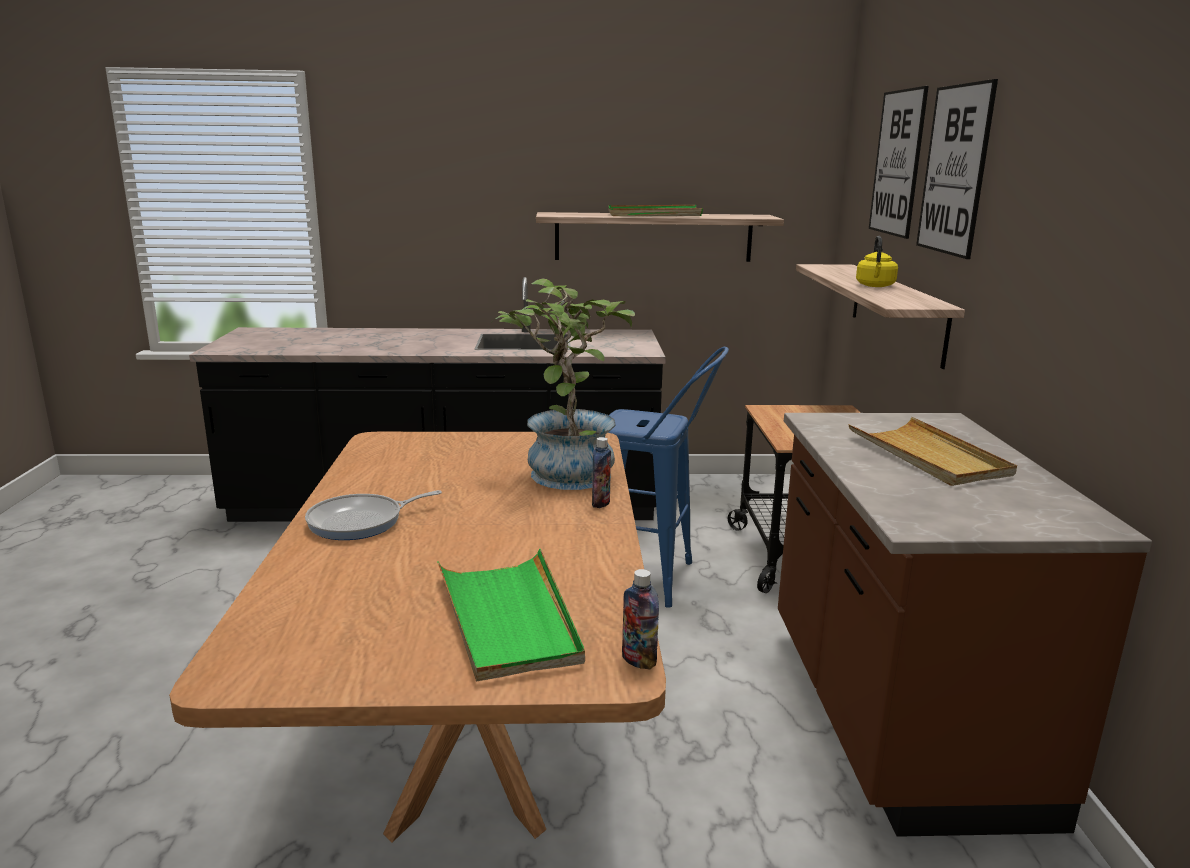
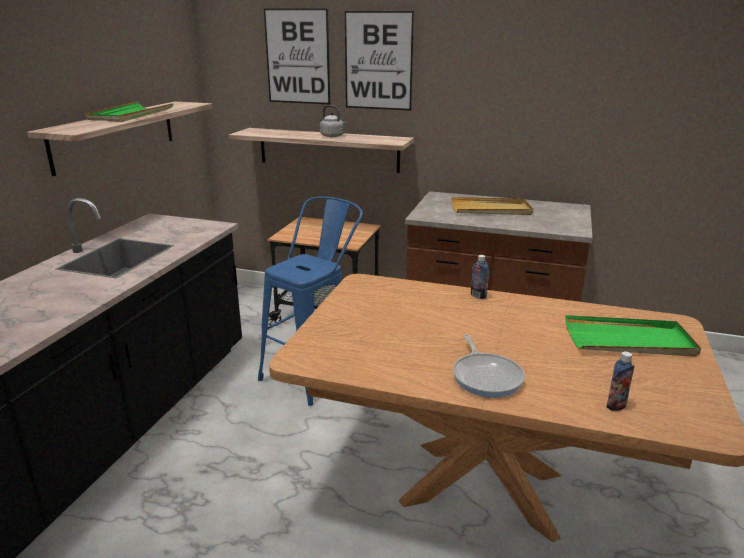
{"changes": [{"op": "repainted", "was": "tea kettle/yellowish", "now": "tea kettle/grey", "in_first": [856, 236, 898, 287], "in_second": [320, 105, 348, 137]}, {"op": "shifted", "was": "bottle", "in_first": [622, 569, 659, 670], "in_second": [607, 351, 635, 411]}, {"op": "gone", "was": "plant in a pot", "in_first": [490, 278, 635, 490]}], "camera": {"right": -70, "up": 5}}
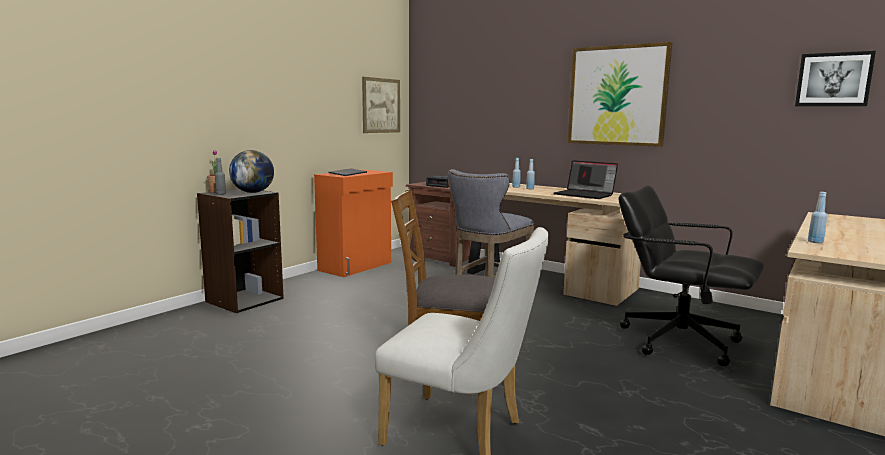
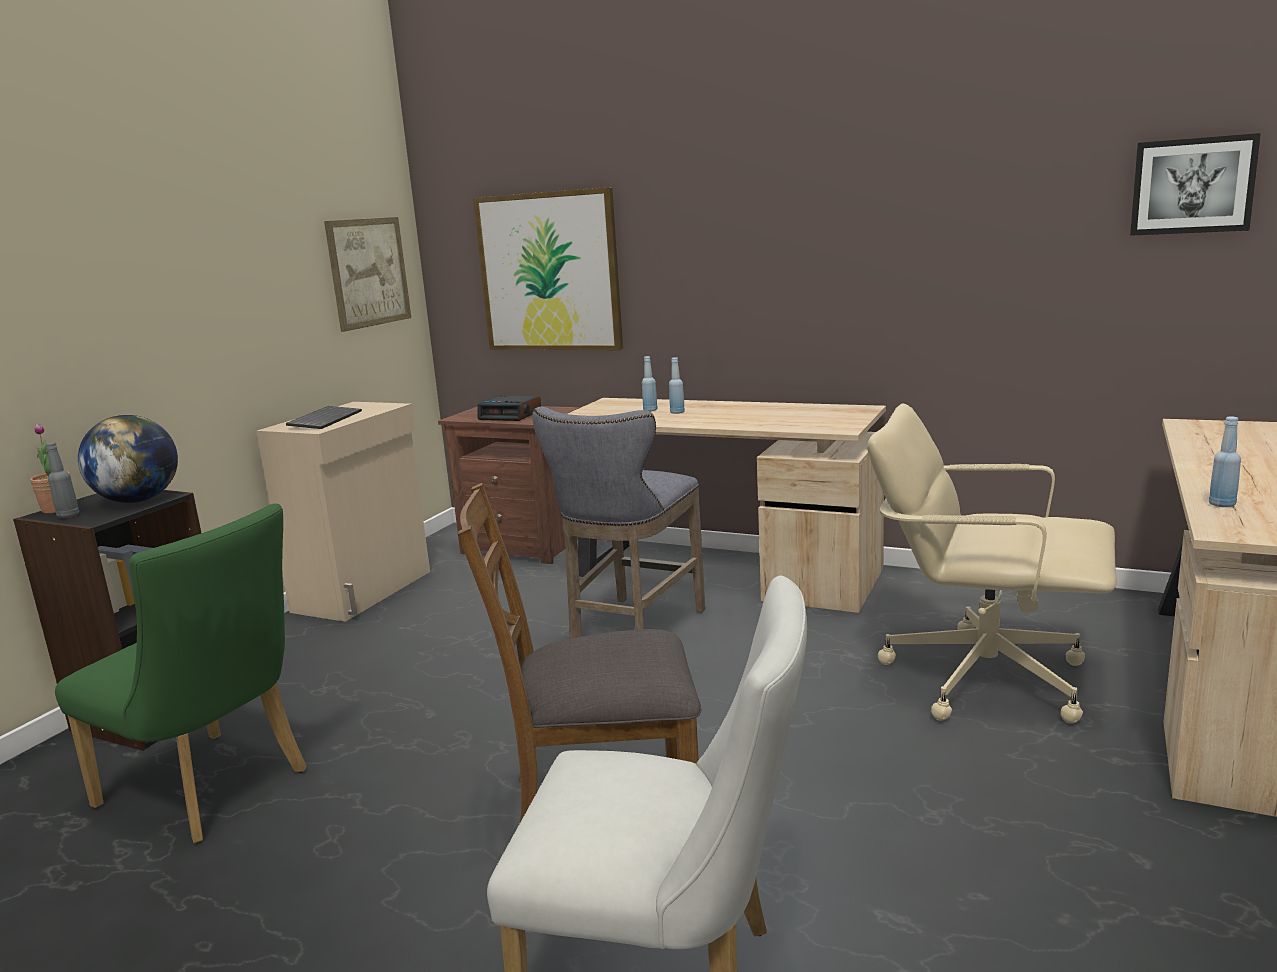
{"changes": [{"op": "new", "now": "plain chair/greenish", "in_second": [55, 504, 307, 844]}, {"op": "repainted", "was": "cupboard/orange", "now": "cupboard/beige", "in_first": [314, 170, 393, 277], "in_second": [256, 402, 430, 622]}, {"op": "shifted", "was": "wall picture", "in_first": [568, 42, 673, 147], "in_second": [473, 187, 623, 350]}, {"op": "repainted", "was": "desk chair/black-coloured", "now": "desk chair/beige", "in_first": [618, 185, 764, 366], "in_second": [867, 403, 1117, 723]}, {"op": "gone", "was": "portable computer", "in_first": [554, 160, 618, 199]}], "camera": {"right": -10, "up": 5}}
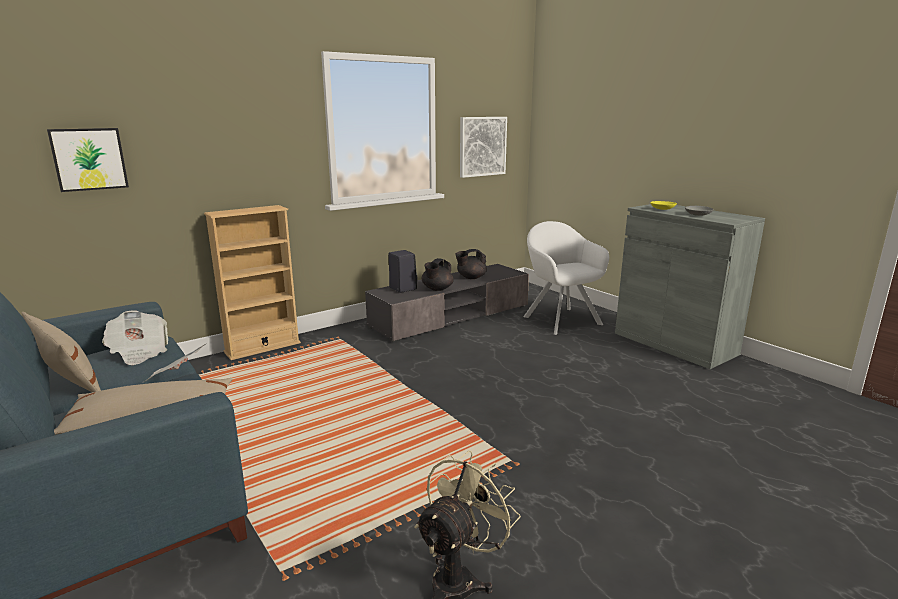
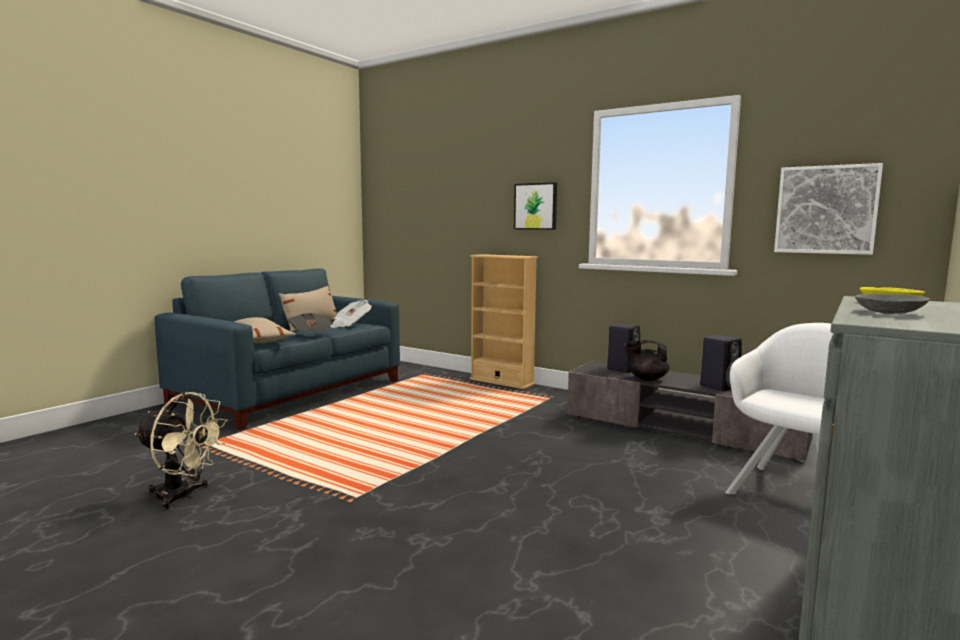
{"changes": [{"op": "shifted", "was": "wall picture", "in_first": [47, 128, 129, 192], "in_second": [514, 182, 557, 230]}, {"op": "swapped", "was": "teapot/black-coloured", "now": "speaker/black-coloured", "in_first": [455, 249, 487, 279], "in_second": [700, 335, 742, 391]}], "camera": {"right": 70, "up": -10}}
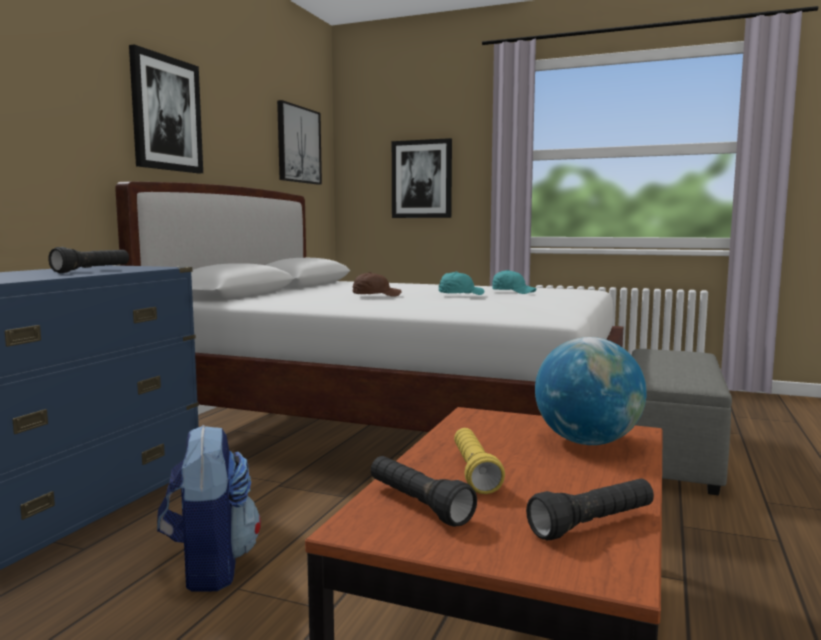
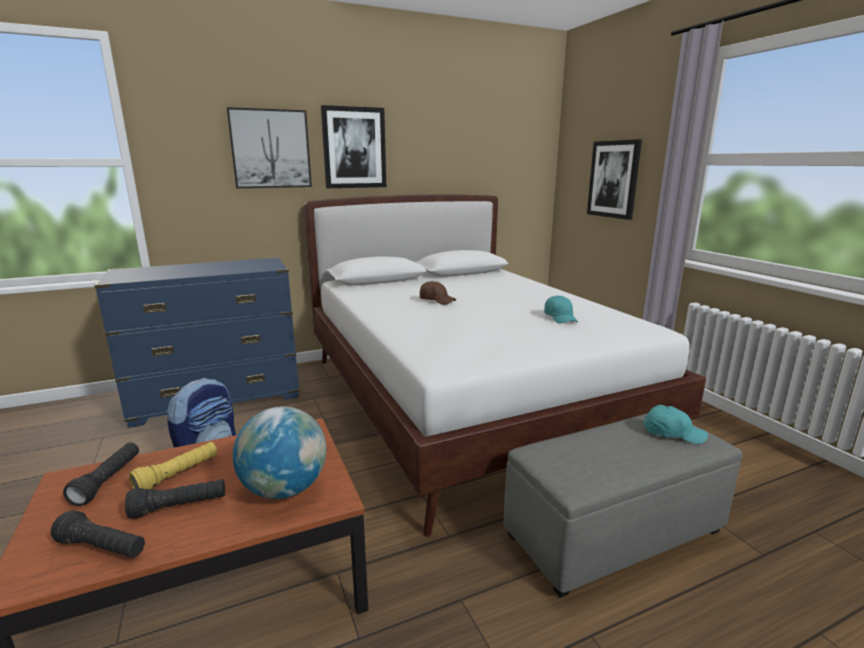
{"changes": [{"op": "shifted", "was": "torch/black-coloured", "in_first": [48, 247, 129, 273], "in_second": [125, 479, 225, 519]}, {"op": "shifted", "was": "wall picture", "in_first": [277, 100, 322, 185], "in_second": [227, 107, 312, 188]}, {"op": "shifted", "was": "cap/turquoise-coloured", "in_first": [439, 271, 485, 295], "in_second": [644, 405, 708, 444]}], "camera": {"right": 45, "up": 10}}
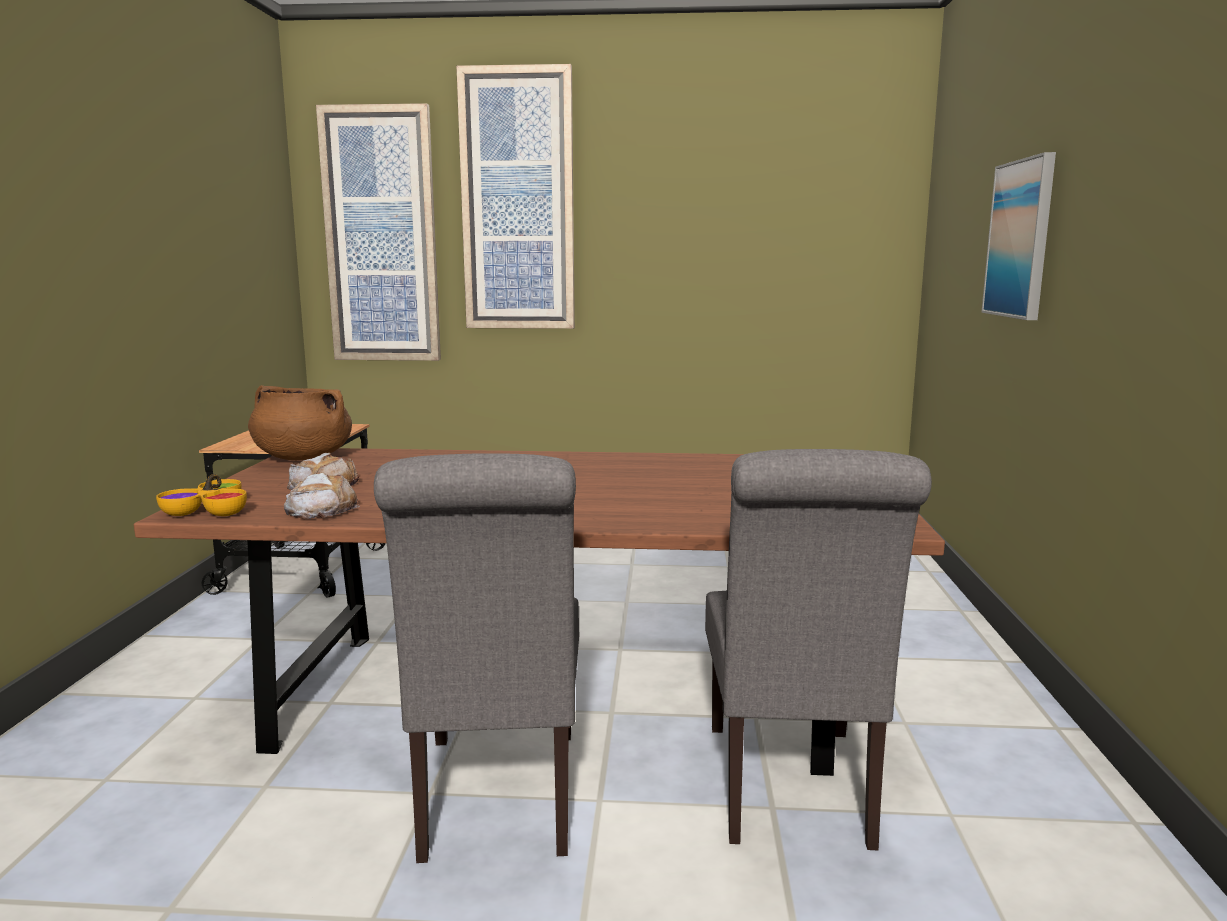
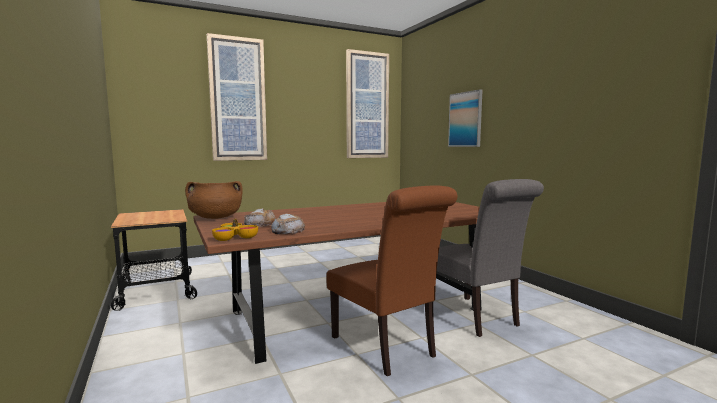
{"changes": [{"op": "repainted", "was": "plain chair/grey", "now": "plain chair/brown", "in_first": [374, 453, 579, 863], "in_second": [326, 185, 457, 376]}, {"op": "shifted", "was": "wall picture", "in_first": [316, 103, 441, 361], "in_second": [346, 49, 389, 158]}], "camera": {"right": -30, "up": -5}}
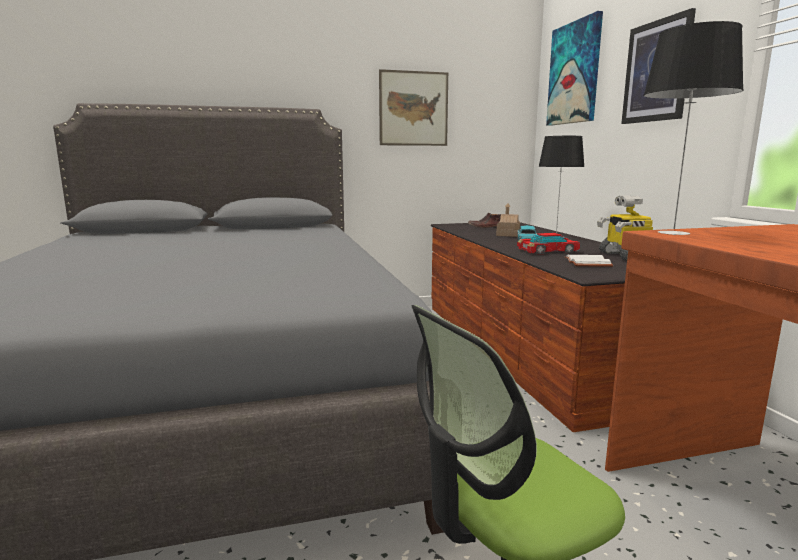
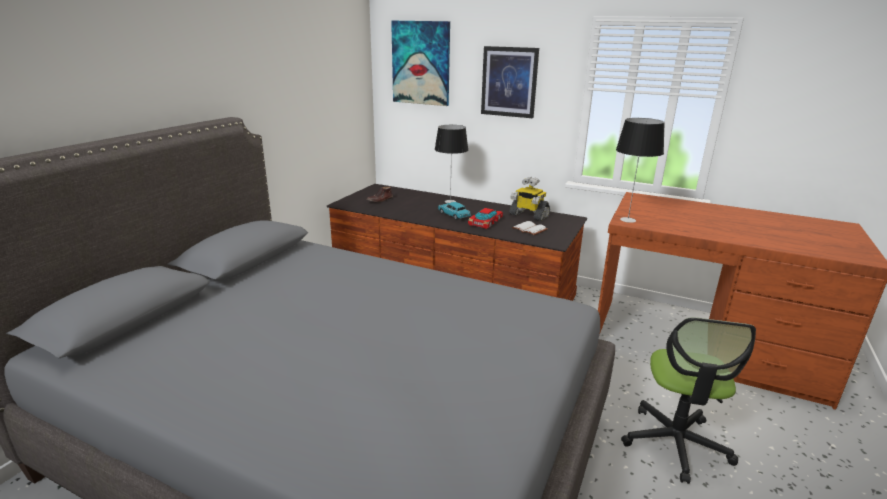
{"changes": [{"op": "gone", "was": "wall picture", "in_first": [379, 69, 448, 146]}, {"op": "gone", "was": "toy house", "in_first": [496, 203, 520, 237]}], "camera": {"right": -50, "up": 10}}
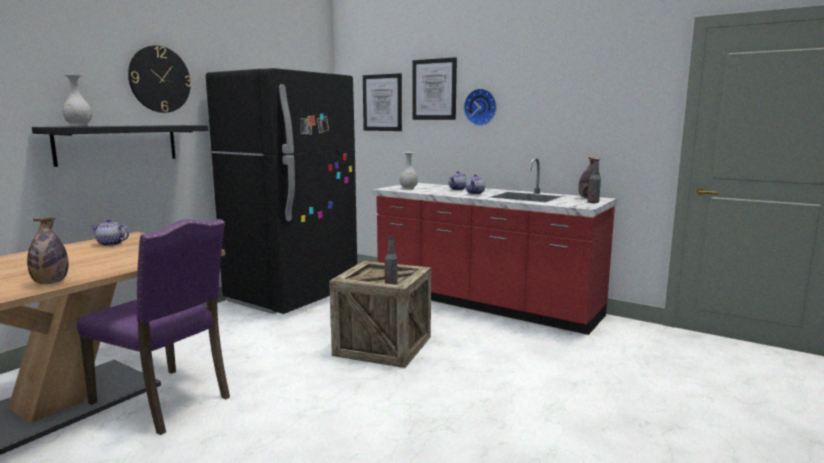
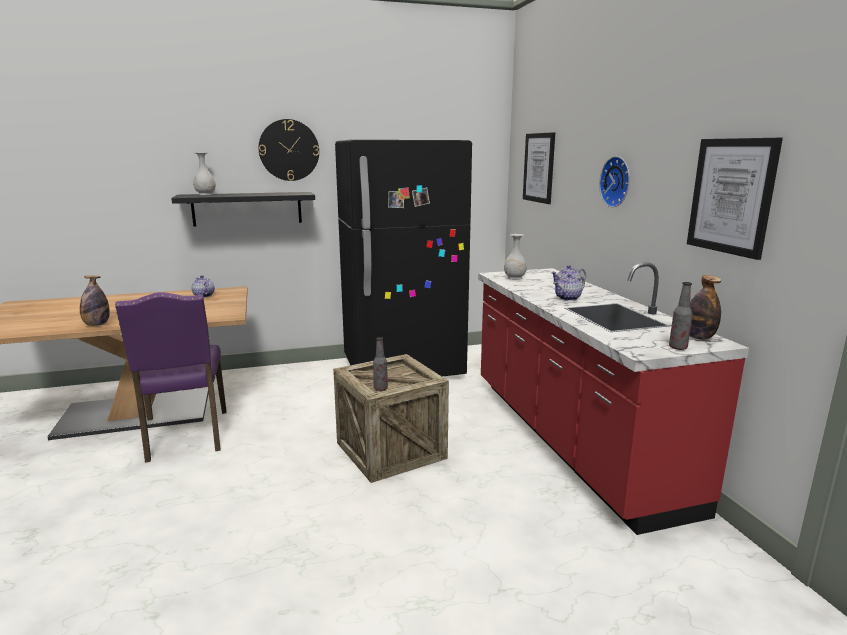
{"changes": [{"op": "shifted", "was": "wall picture", "in_first": [412, 57, 457, 120], "in_second": [687, 138, 783, 260]}], "camera": {"right": 40, "up": 5}}
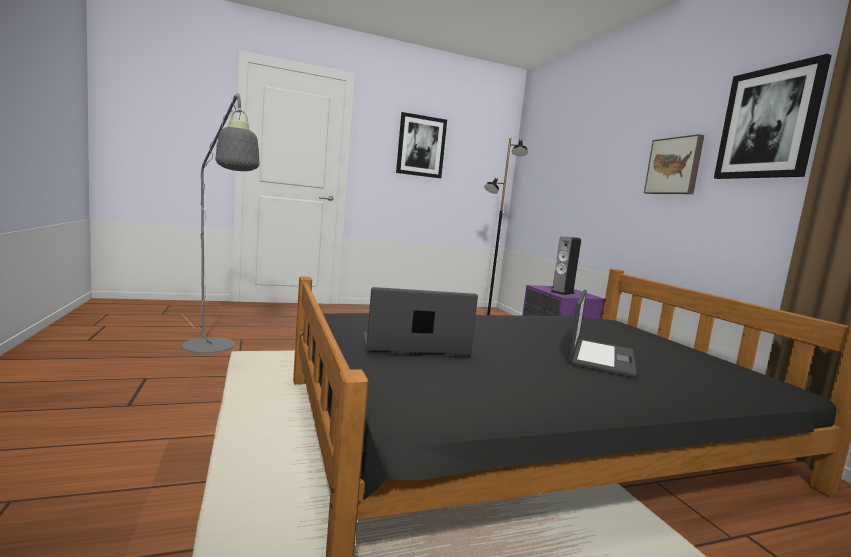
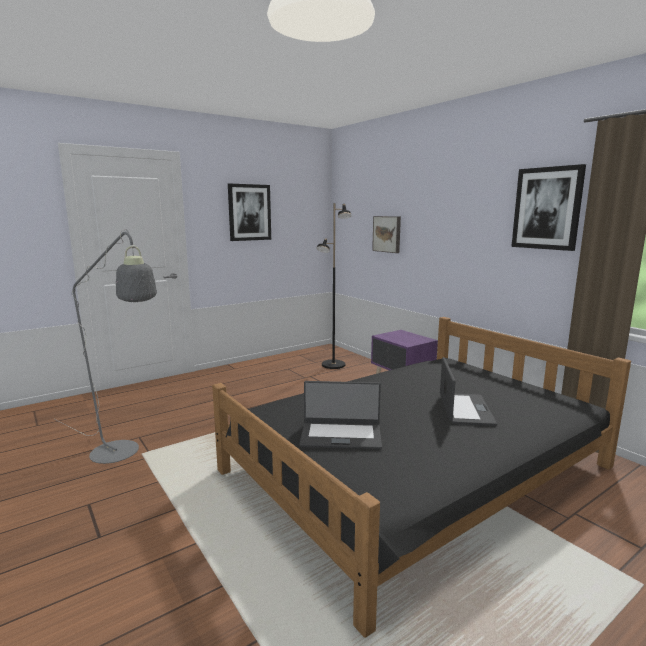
{"changes": [{"op": "rotated", "was": "portable computer", "in_first": [363, 287, 478, 357], "in_second": [299, 381, 382, 450], "clockwise": -150}, {"op": "shifted", "was": "wall picture", "in_first": [644, 134, 704, 194], "in_second": [372, 216, 401, 253]}, {"op": "gone", "was": "speaker", "in_first": [551, 236, 581, 295]}], "camera": {"right": -15, "up": 5}}
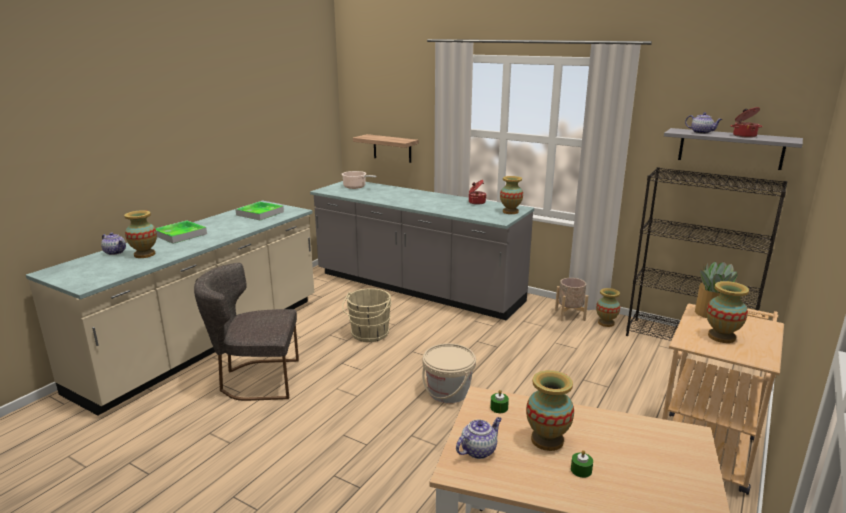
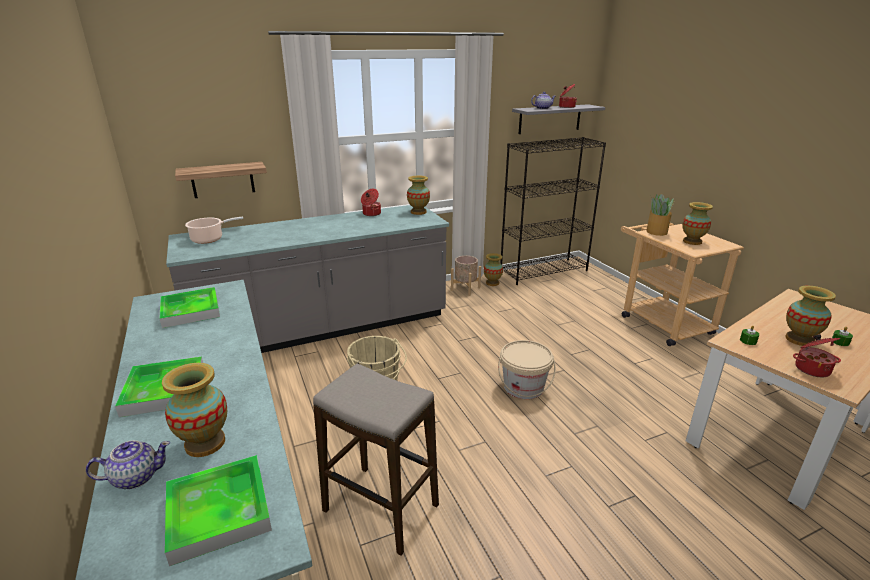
{"changes": [{"op": "new", "now": "tray", "in_second": [165, 455, 272, 566]}, {"op": "swapped", "was": "plain chair/grey", "now": "stool seat", "in_first": [194, 263, 299, 401], "in_second": [313, 364, 439, 555]}, {"op": "swapped", "was": "teapot", "now": "saucepot", "in_first": [456, 417, 502, 459], "in_second": [793, 334, 841, 377]}], "camera": {"right": -55, "up": 5}}
